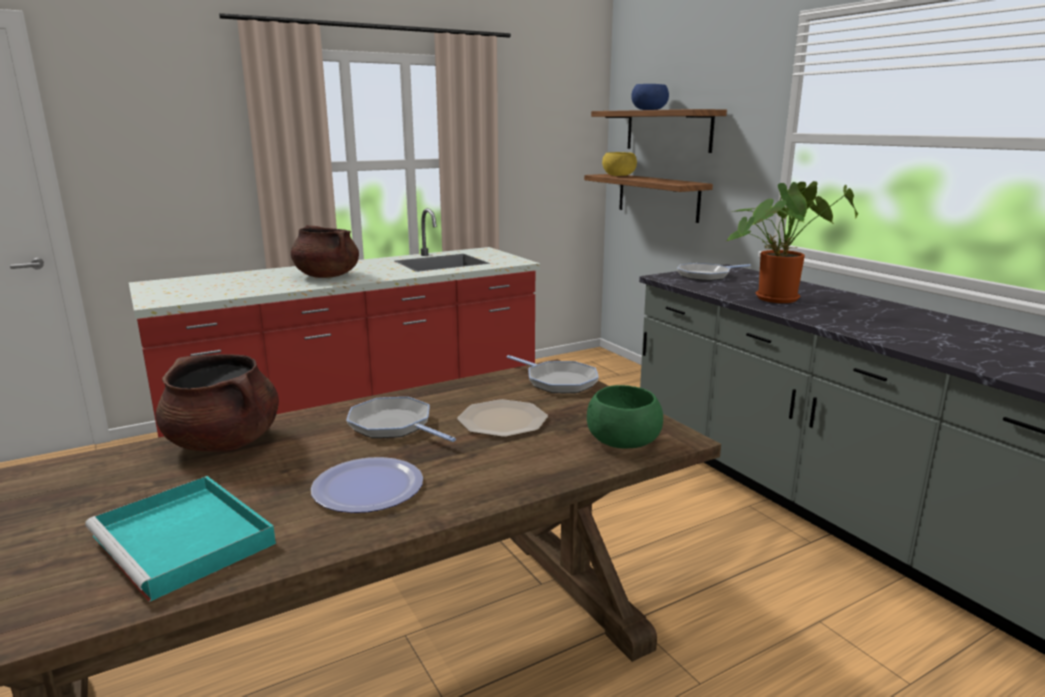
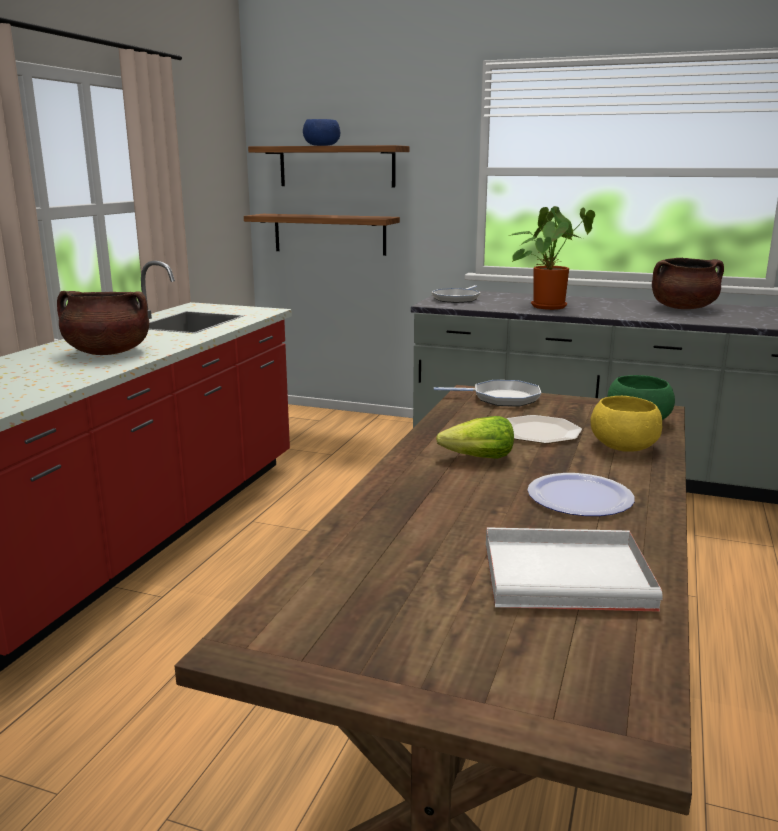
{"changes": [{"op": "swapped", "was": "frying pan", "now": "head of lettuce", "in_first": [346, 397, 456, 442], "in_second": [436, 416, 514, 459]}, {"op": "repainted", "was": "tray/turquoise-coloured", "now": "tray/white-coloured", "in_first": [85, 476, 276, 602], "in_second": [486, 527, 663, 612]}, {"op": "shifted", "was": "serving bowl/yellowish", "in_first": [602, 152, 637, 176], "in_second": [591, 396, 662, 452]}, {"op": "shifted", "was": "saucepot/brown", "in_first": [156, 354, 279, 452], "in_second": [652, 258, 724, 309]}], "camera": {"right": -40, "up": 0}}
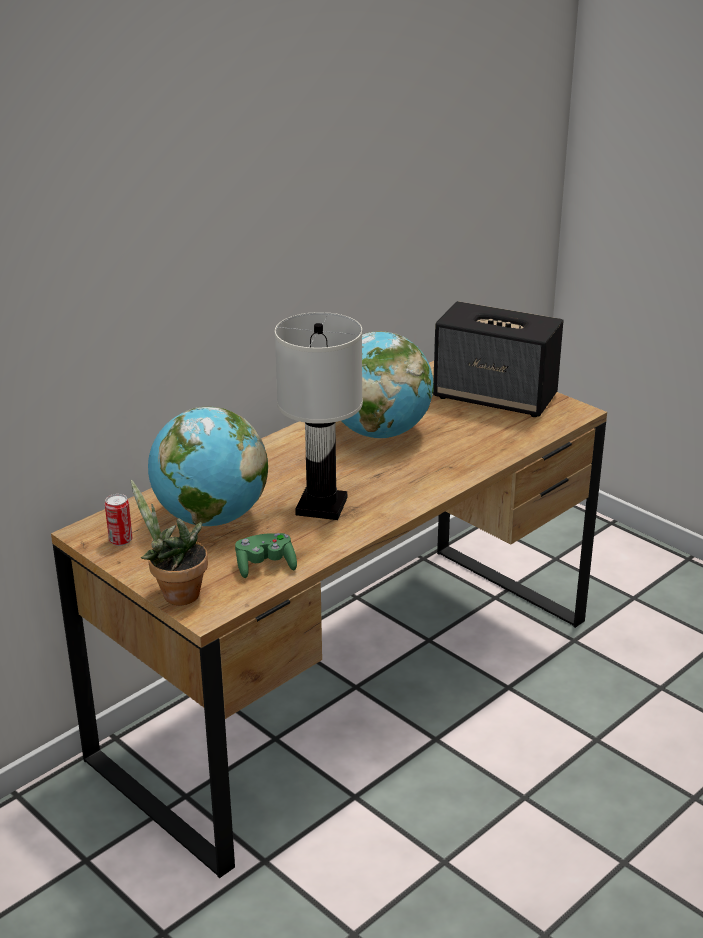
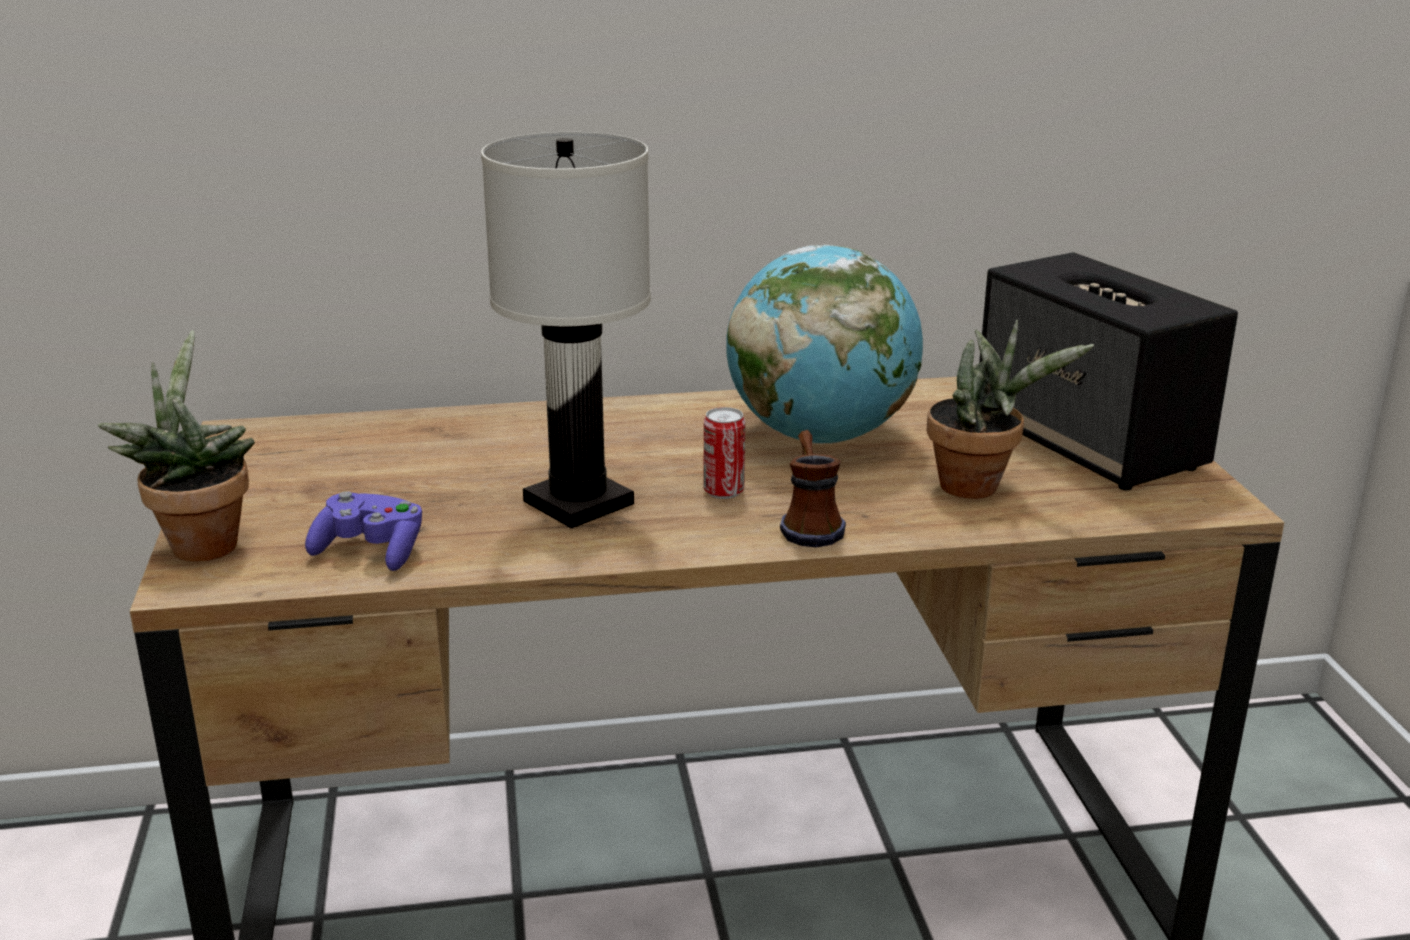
{"changes": [{"op": "repainted", "was": "joypad/greenish", "now": "joypad/purple-coloured", "in_first": [235, 533, 297, 578], "in_second": [305, 491, 422, 571]}, {"op": "shifted", "was": "sealed can", "in_first": [105, 494, 133, 546], "in_second": [704, 407, 745, 499]}, {"op": "new", "now": "mug", "in_second": [780, 430, 846, 548]}, {"op": "new", "now": "plant in a pot", "in_second": [926, 320, 1094, 499]}, {"op": "gone", "was": "world globe", "in_first": [148, 407, 268, 526]}], "camera": {"right": 35, "up": -5}}
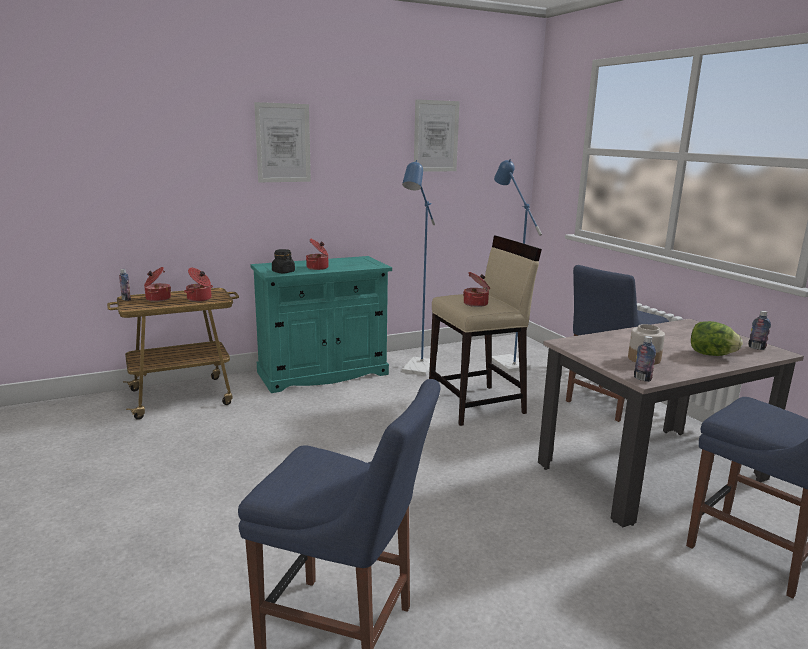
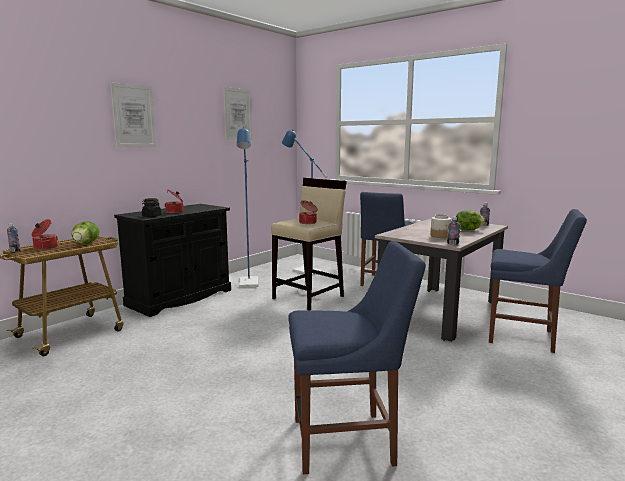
{"changes": [{"op": "swapped", "was": "saucepot", "now": "head of lettuce", "in_first": [184, 268, 213, 302], "in_second": [72, 221, 99, 244]}, {"op": "repainted", "was": "cupboard/turquoise-coloured", "now": "cupboard/black-coloured", "in_first": [250, 256, 392, 393], "in_second": [114, 204, 231, 317]}], "camera": {"right": -25, "up": -5}}
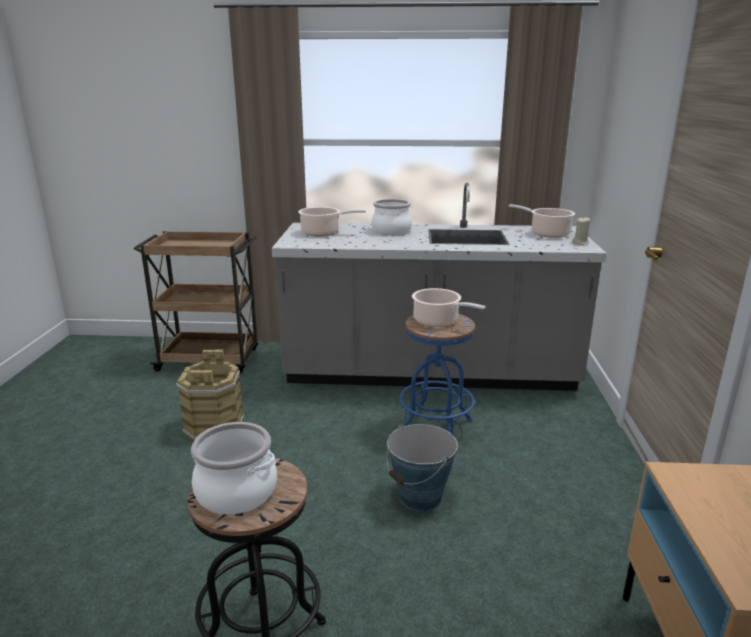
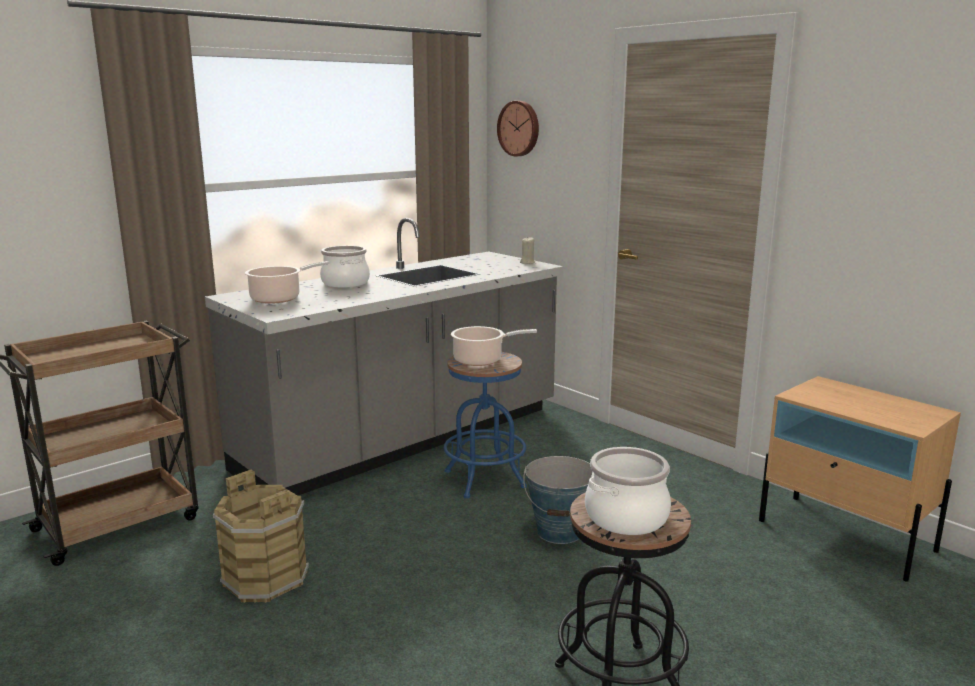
{"changes": [{"op": "new", "now": "wall clock", "in_second": [497, 101, 539, 156]}, {"op": "gone", "was": "saucepot", "in_first": [509, 204, 575, 238]}], "camera": {"right": -45, "up": -5}}
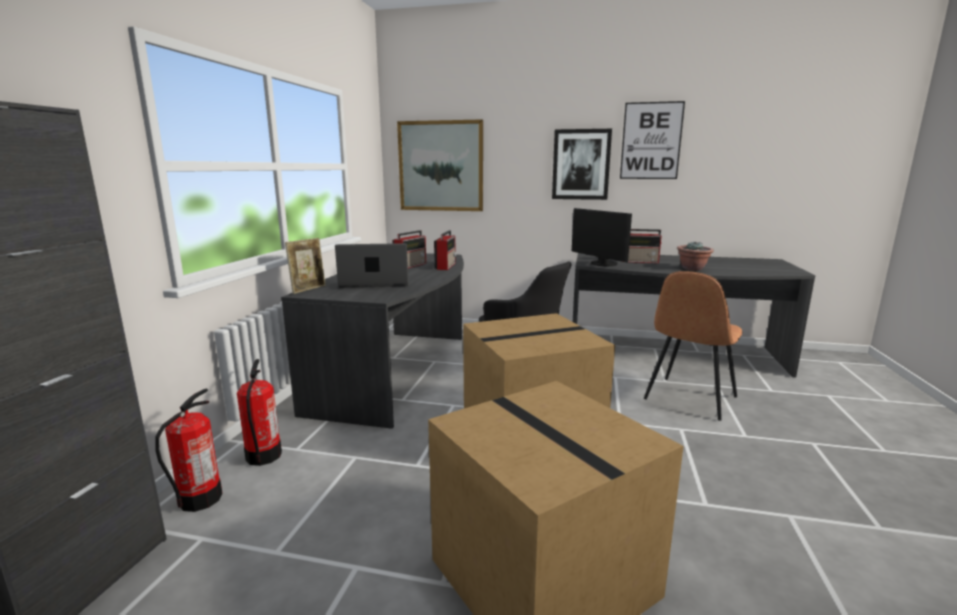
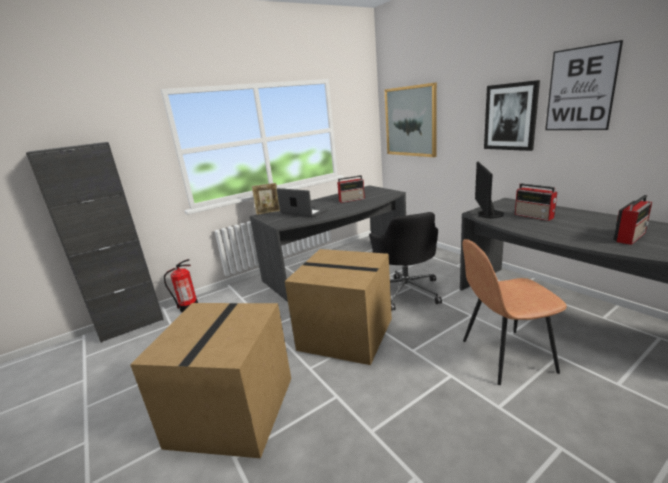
{"changes": [{"op": "shifted", "was": "radio set", "in_first": [434, 230, 456, 270], "in_second": [613, 195, 652, 245]}, {"op": "gone", "was": "fire extinguisher", "in_first": [237, 359, 282, 466]}, {"op": "gone", "was": "plant in a pot", "in_first": [677, 241, 714, 271]}], "camera": {"right": 45, "up": 5}}
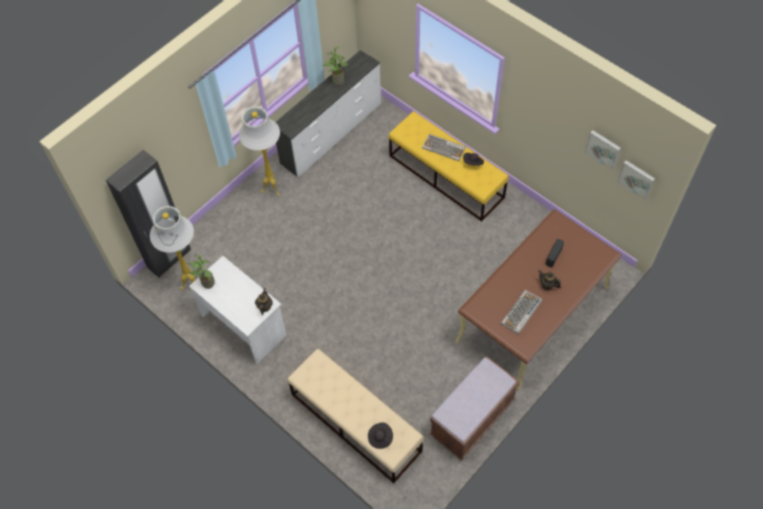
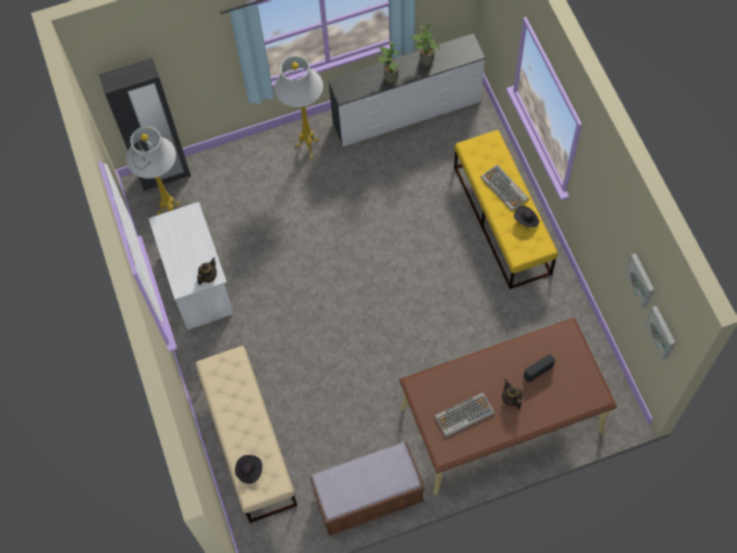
{"changes": [{"op": "shifted", "was": "plant in a pot", "in_first": [187, 255, 215, 289], "in_second": [375, 41, 400, 83]}], "camera": {"right": 30, "up": 5}}
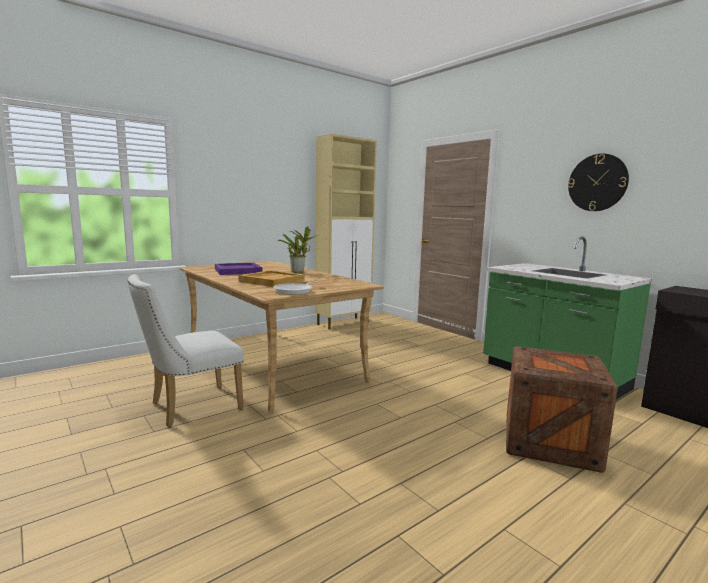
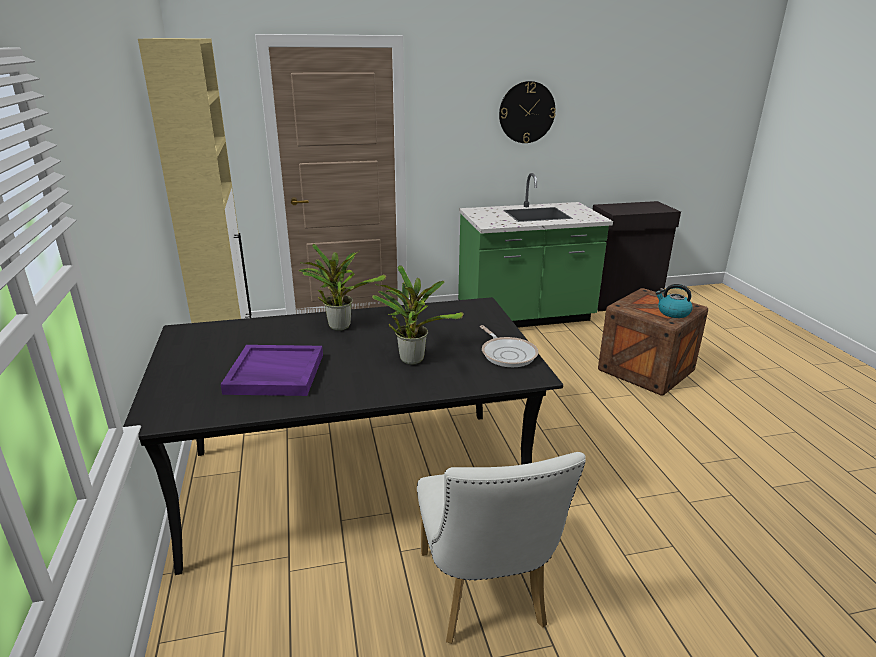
{"changes": [{"op": "repainted", "was": "dining table/beige", "now": "dining table/black-coloured", "in_first": [180, 261, 384, 412], "in_second": [123, 297, 563, 575]}, {"op": "swapped", "was": "tray/beige", "now": "plant in a pot", "in_first": [239, 270, 304, 287], "in_second": [372, 265, 463, 365]}, {"op": "new", "now": "tea kettle", "in_second": [655, 284, 693, 318]}], "camera": {"right": -65, "up": 15}}
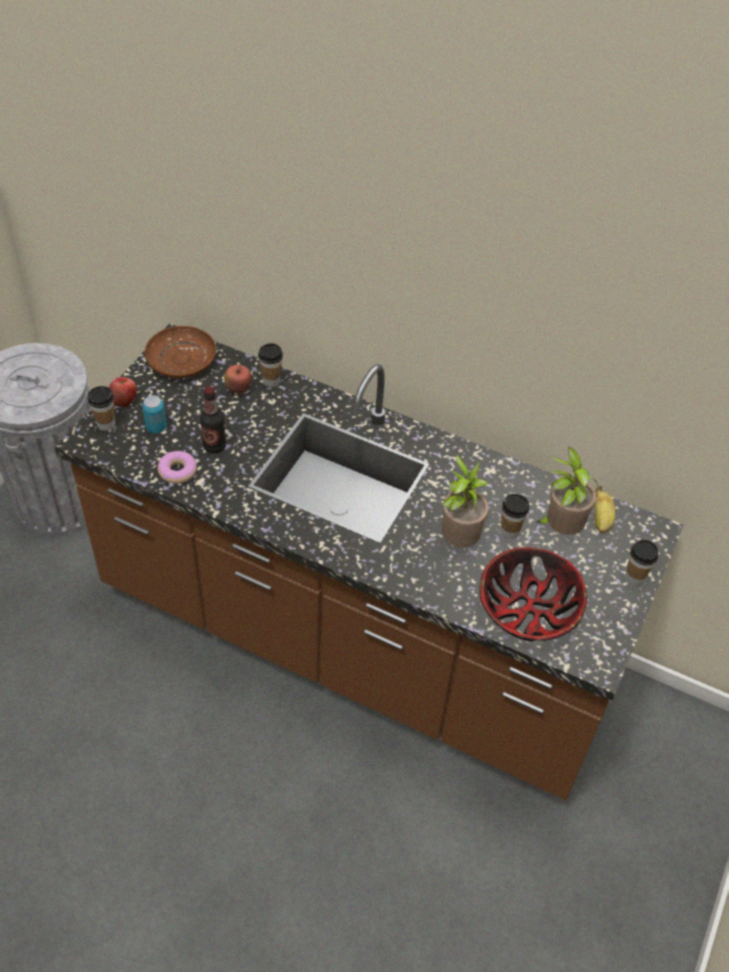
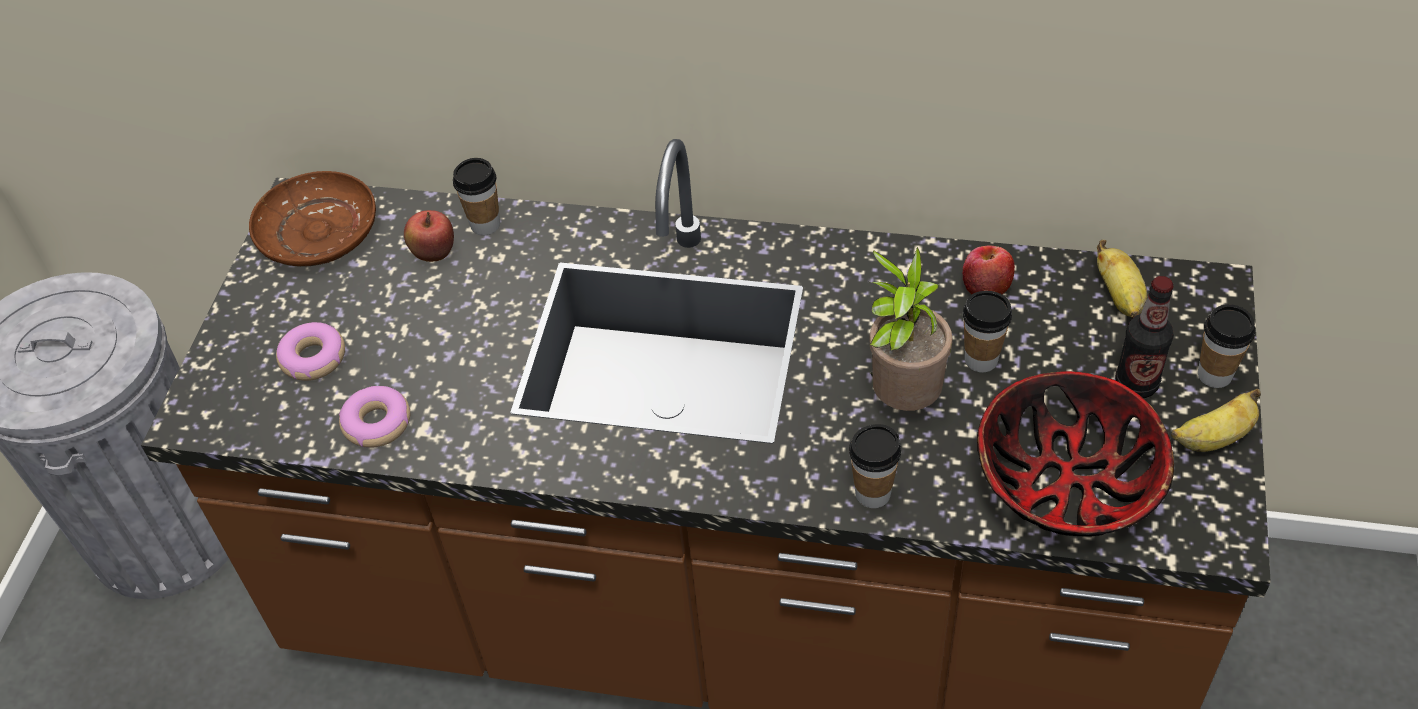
{"changes": [{"op": "swapped", "was": "sealed can", "now": "ring doughnut", "in_first": [142, 395, 167, 433], "in_second": [276, 322, 345, 381]}, {"op": "shifted", "was": "small cup", "in_first": [88, 386, 115, 431], "in_second": [849, 424, 901, 508]}, {"op": "shifted", "was": "apple fruit", "in_first": [109, 377, 137, 407], "in_second": [962, 245, 1015, 294]}, {"op": "shifted", "was": "bottle", "in_first": [200, 386, 226, 453], "in_second": [1115, 276, 1174, 398]}, {"op": "new", "now": "banana", "in_second": [1171, 389, 1261, 452]}, {"op": "gone", "was": "plant in a pot", "in_first": [536, 446, 598, 535]}], "camera": {"right": -10, "up": 0}}
